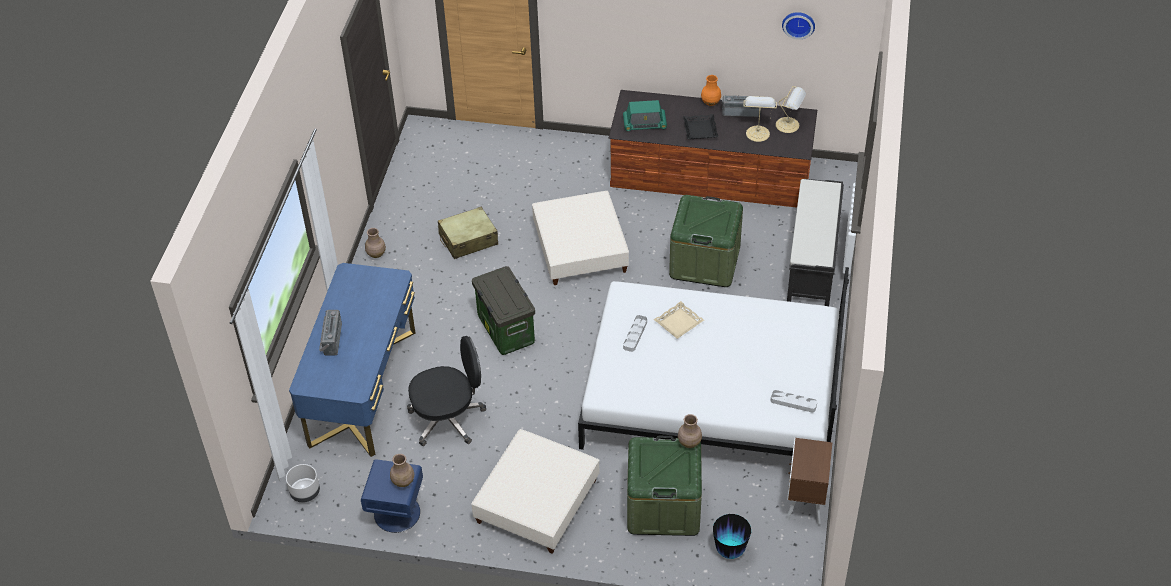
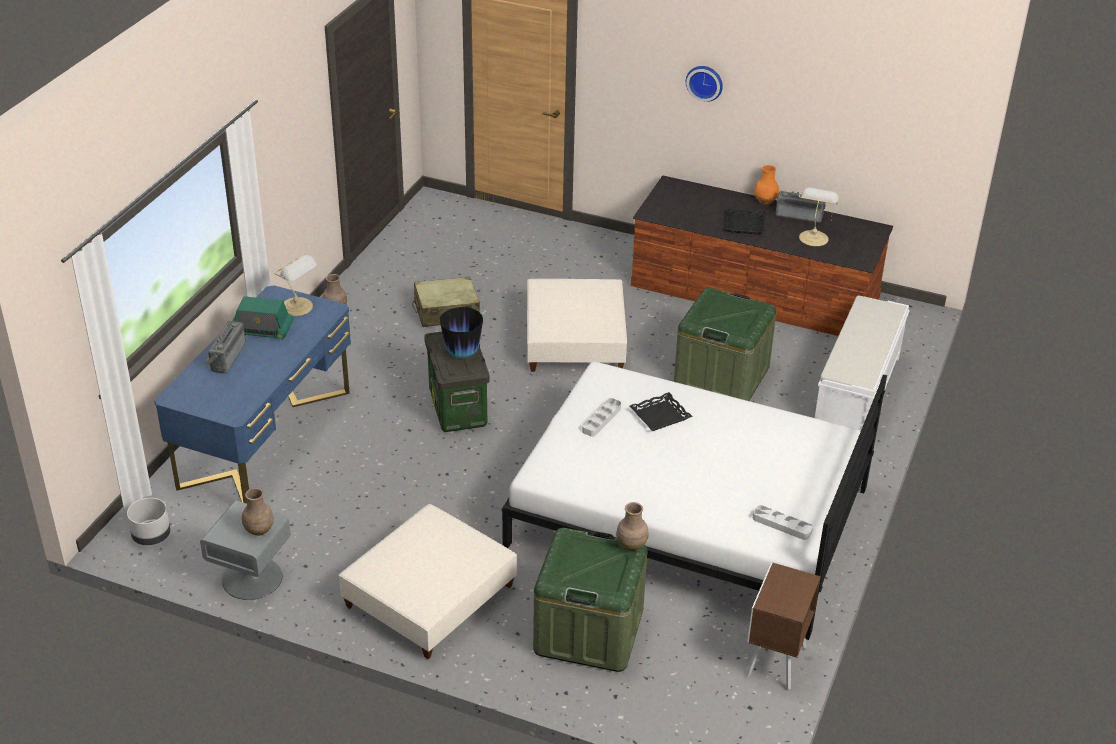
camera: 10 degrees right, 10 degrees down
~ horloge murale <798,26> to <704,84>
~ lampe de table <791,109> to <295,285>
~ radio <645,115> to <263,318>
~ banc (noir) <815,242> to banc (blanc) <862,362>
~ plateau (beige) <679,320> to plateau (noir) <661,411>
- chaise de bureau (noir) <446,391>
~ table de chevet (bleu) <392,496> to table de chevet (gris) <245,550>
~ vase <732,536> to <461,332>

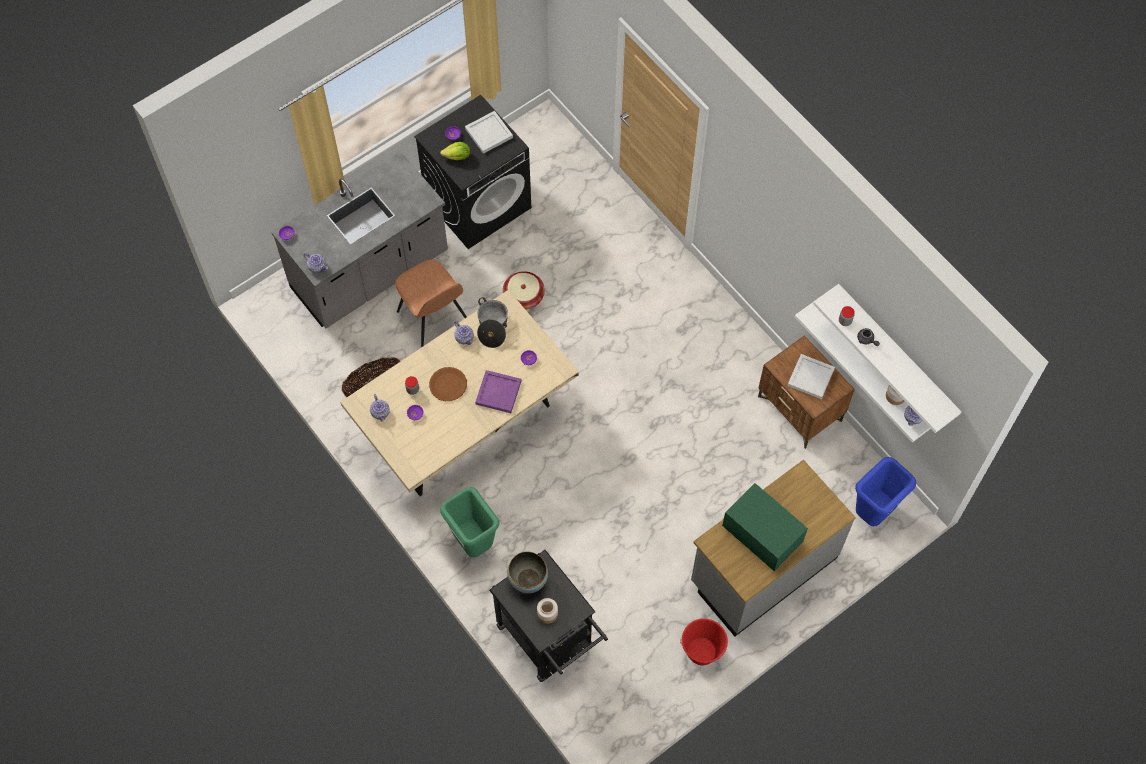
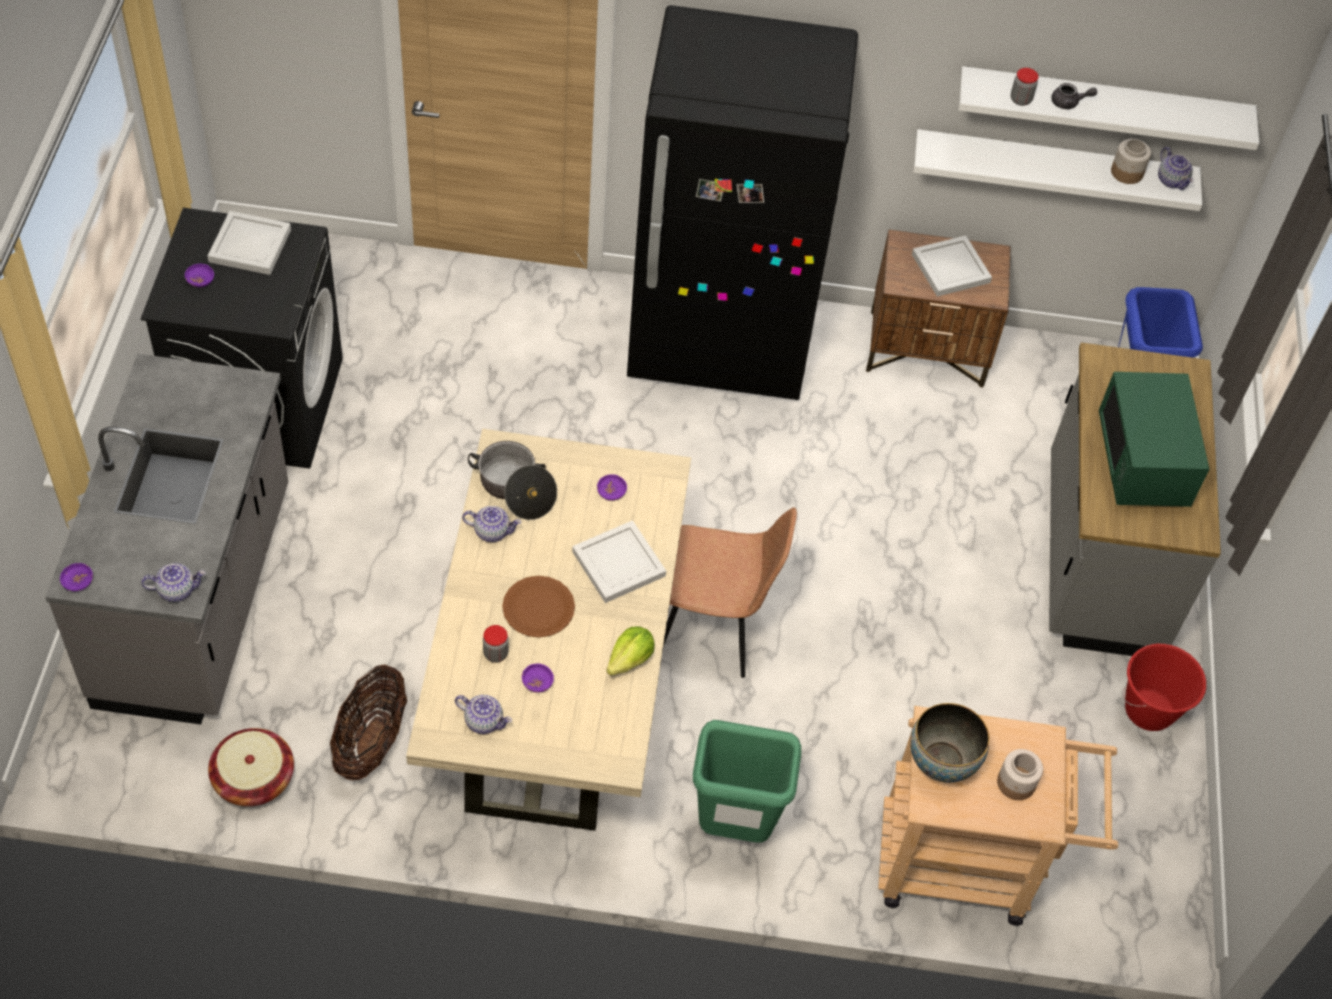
camera: 50 degrees left, 10 degrees down
~ laitue <455,151> to <630,650>
~ chaise (marron) <431,303> to <730,592>
~ panier <524,290> to <251,767>
~ plateau (violet) <498,391> to plateau (blanc) <619,561>
~ micro-ondes (vert) <765,527> = <1154,439> 90 degrees counterclockwise
~ chariot (noir) <548,616> to chariot (beige) <998,816>
+ réfrigérateur (noir) <742,202>

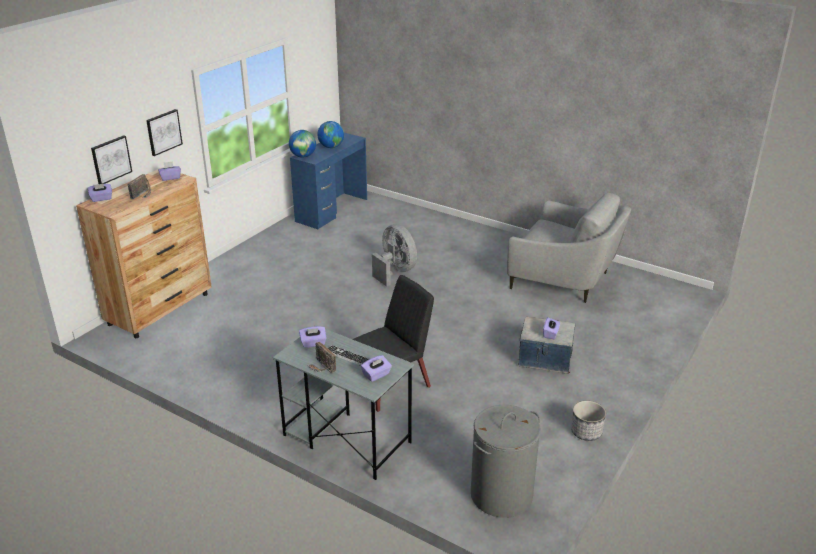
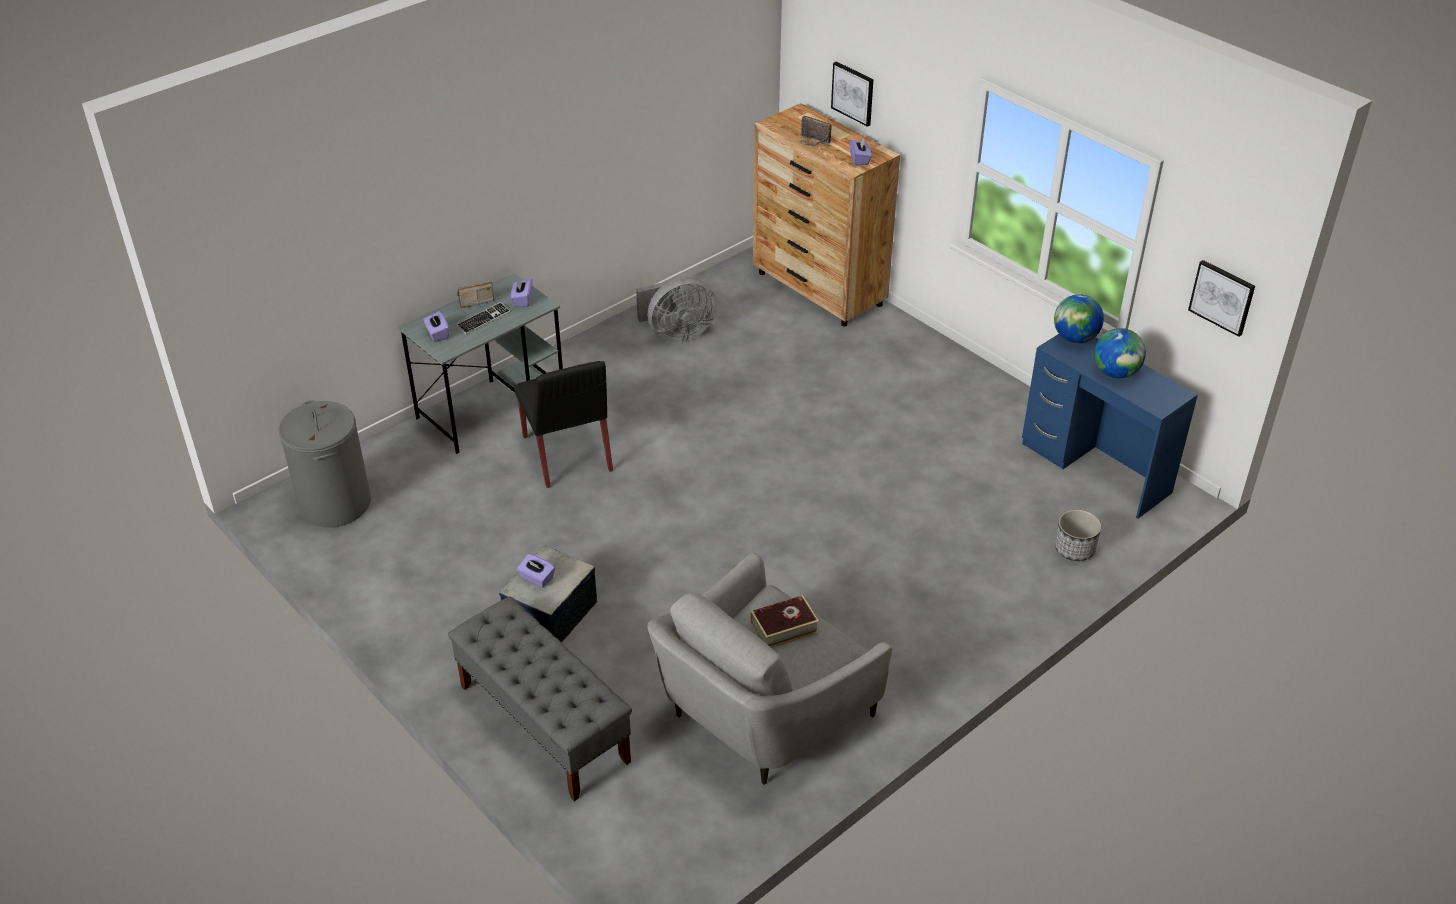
camera: 105 degrees right, 10 degrees up
~ tableau <164,132> to <1221,298>
- boîte à mouchoirs (violet) <100,193>
~ ventilateur (gris) <394,255> to <676,309>
~ cache-pot <588,421> to <1078,535>
+ livre <784,621>
+ banc (gris) <540,698>

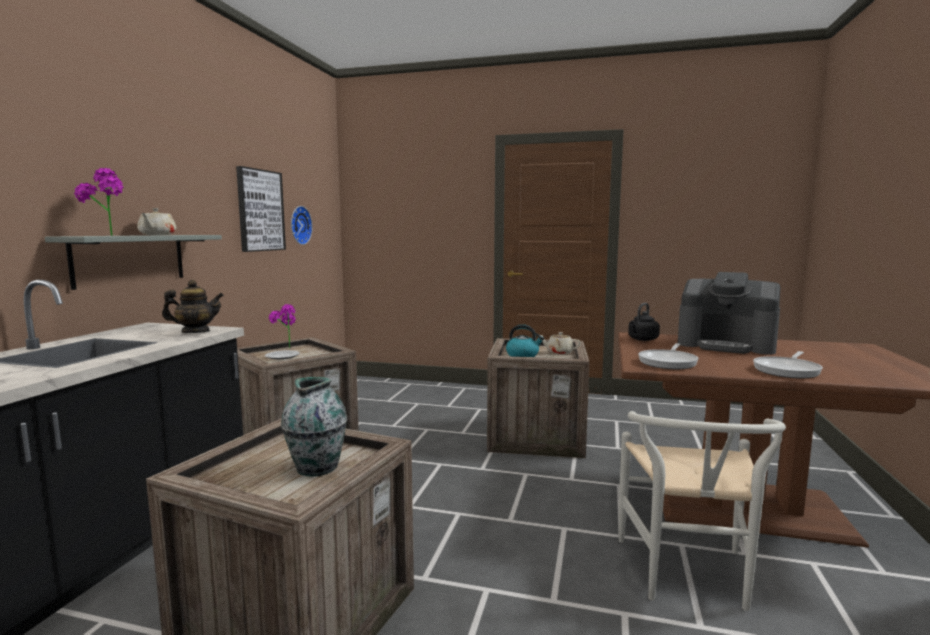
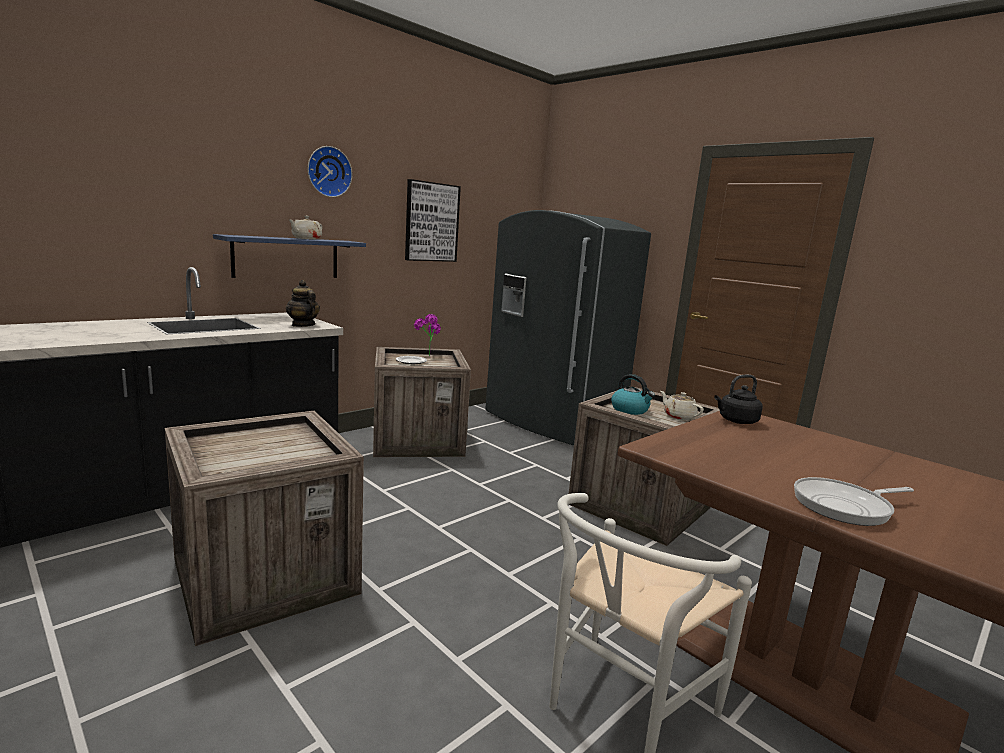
camera: 30 degrees right, 5 degrees up
- plante en pot <99,202>
~ horloge murale <302,225> to <329,171>
~ étagère (gris) <133,262> to étagère (bleu) <289,256>
- machine à café <729,313>
~ théière <193,306> = <303,303> 150 degrees counterclockwise
- poêle <668,356>
- vase <314,427>
+ réfrigérateur (gris) <568,327>

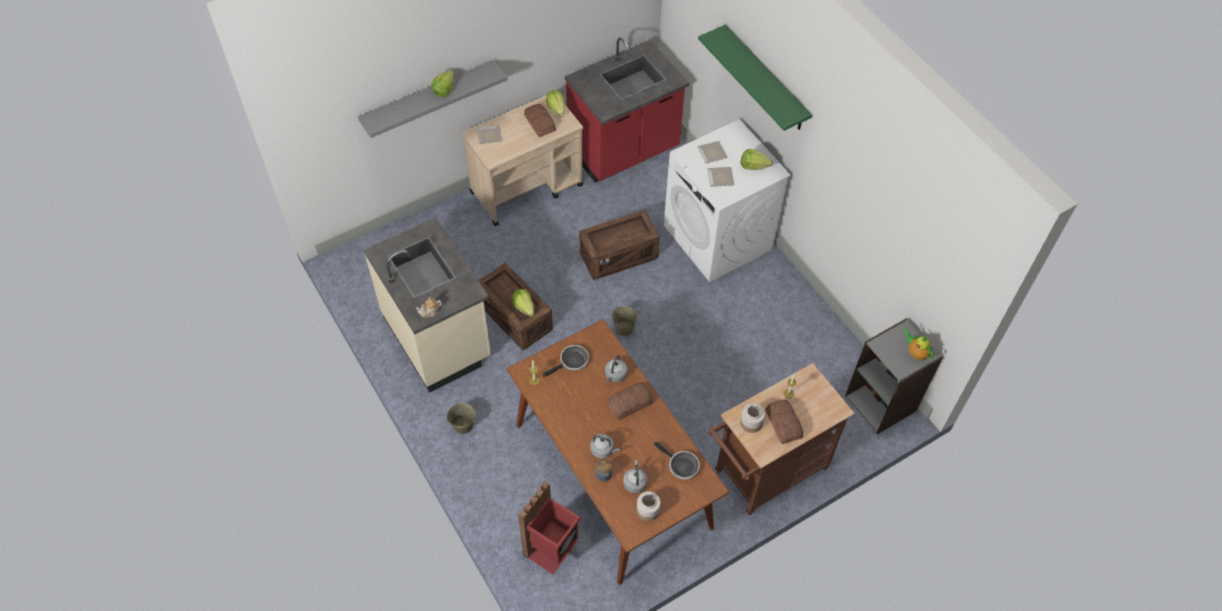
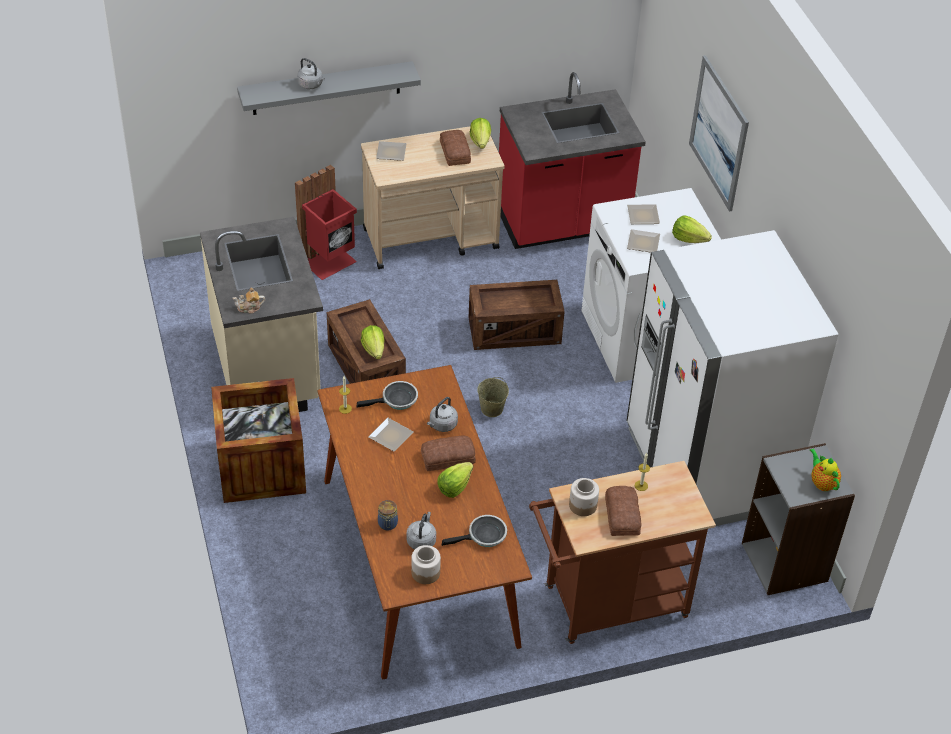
camera: 15 degrees right, 10 degrees down
~ étagère (vert) <755,78> to tableau <719,133>
~ laitue <442,83> to <455,480>
~ seau (beige) <461,418> to caisse <258,440>
~ bouilloire (gris) <605,446> to <311,73>
~ poêle <677,461> = <474,531> 75 degrees counterclockwise
~ poubelle (rouge) <549,527> to <326,222>
+ réfrigérateur (blanc) <732,378>
+ assiette <391,435>

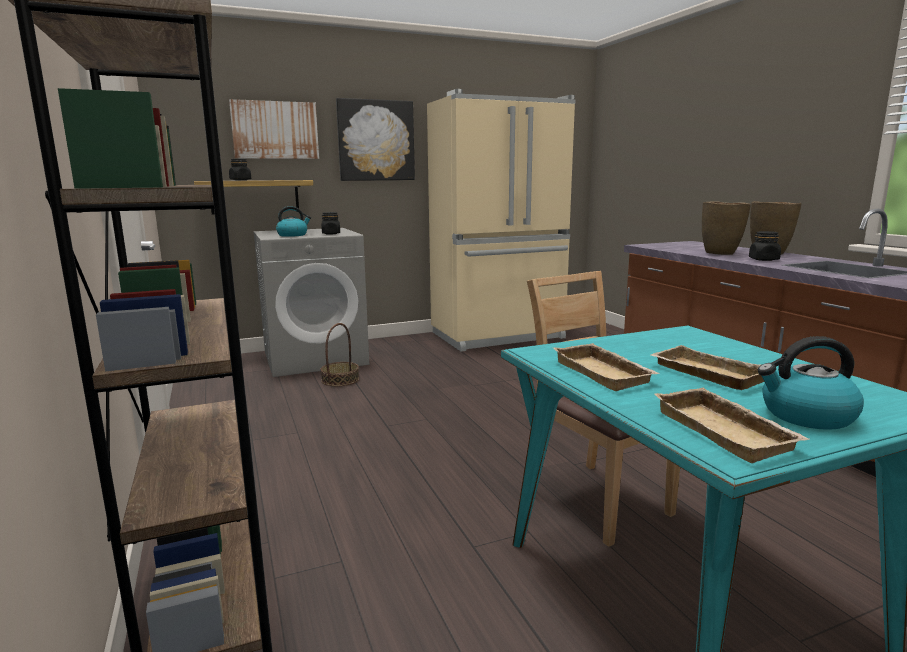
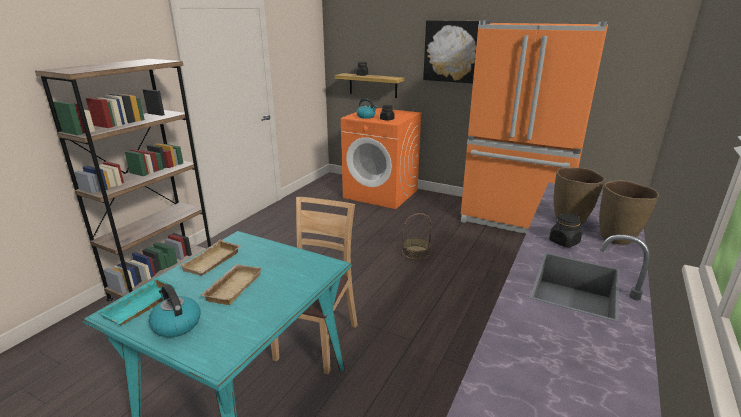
camera: 50 degrees right, 10 degrees up
~ réfrigérateur (beige) <501,220> to réfrigérateur (orange) <534,127>
- tableau <274,129>
~ lave-linge (gris) <311,302> to lave-linge (orange) <381,158>
~ panier <340,354> to <417,236>
~ plateau (beige) <732,425> to plateau (turquoise) <138,302>

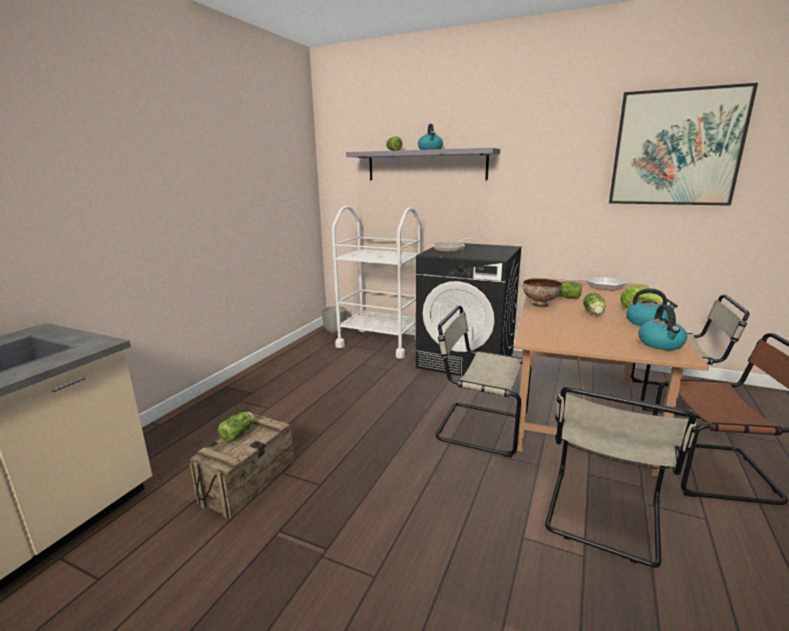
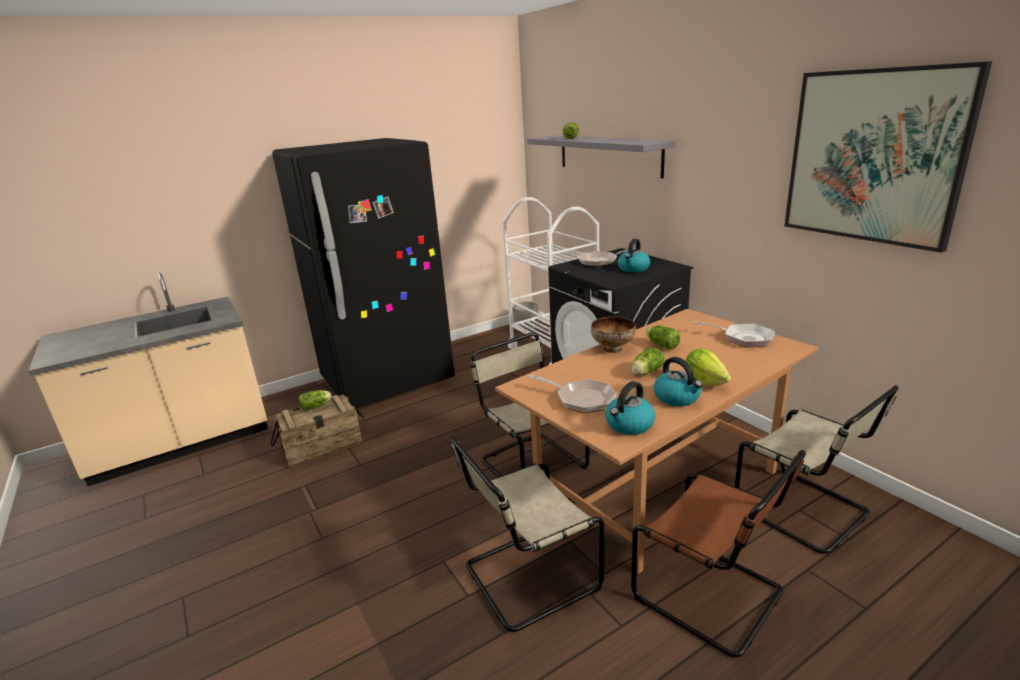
camera: 35 degrees right, 5 degrees up
~ bouilloire <430,137> to <634,256>
+ réfrigérateur (noir) <363,273>
+ poêle <572,394>

